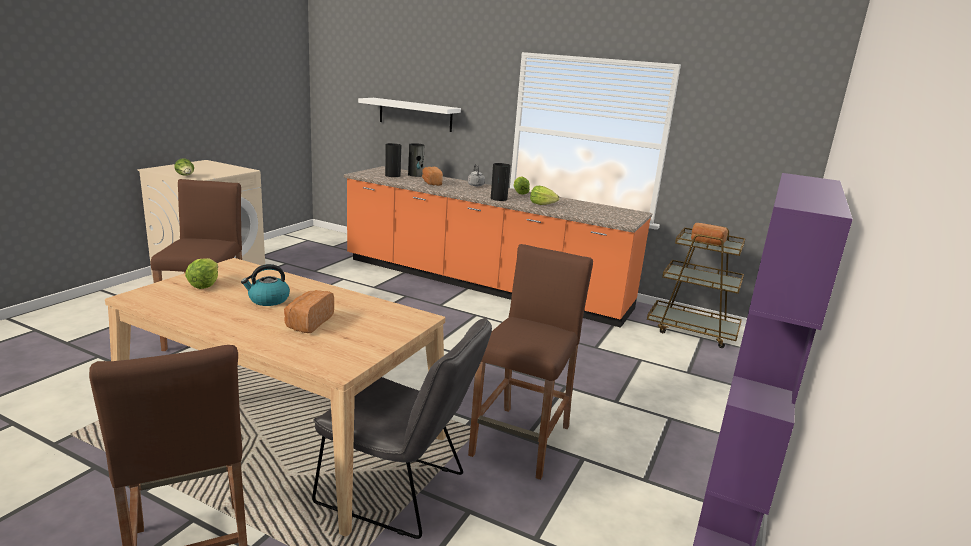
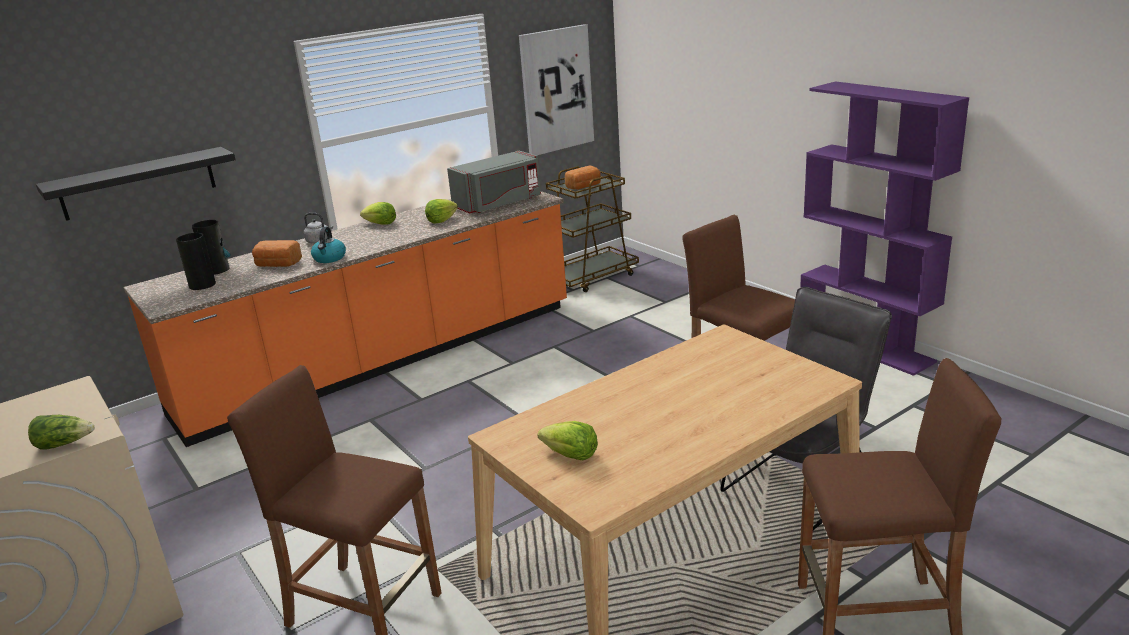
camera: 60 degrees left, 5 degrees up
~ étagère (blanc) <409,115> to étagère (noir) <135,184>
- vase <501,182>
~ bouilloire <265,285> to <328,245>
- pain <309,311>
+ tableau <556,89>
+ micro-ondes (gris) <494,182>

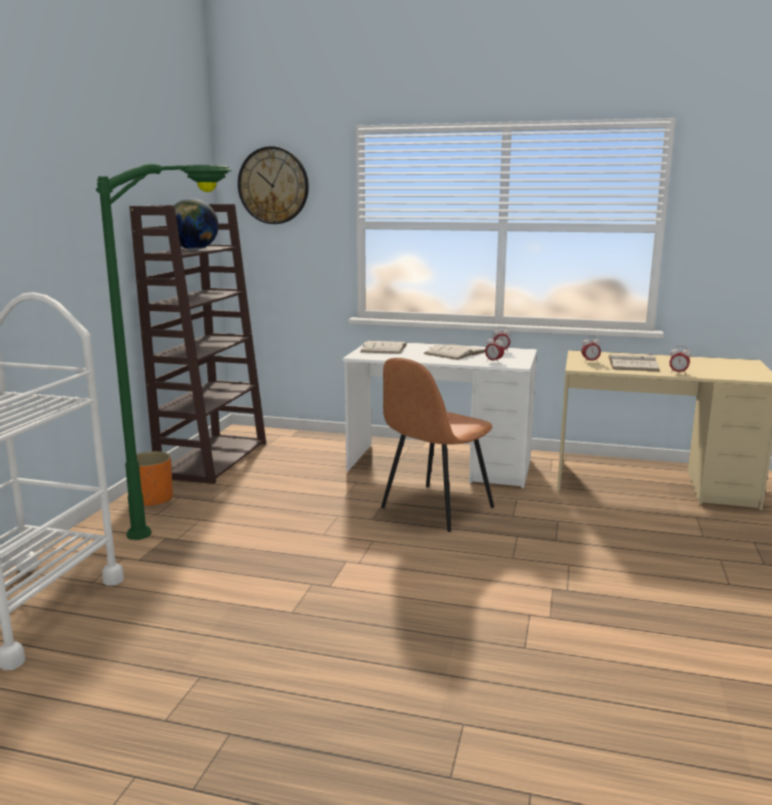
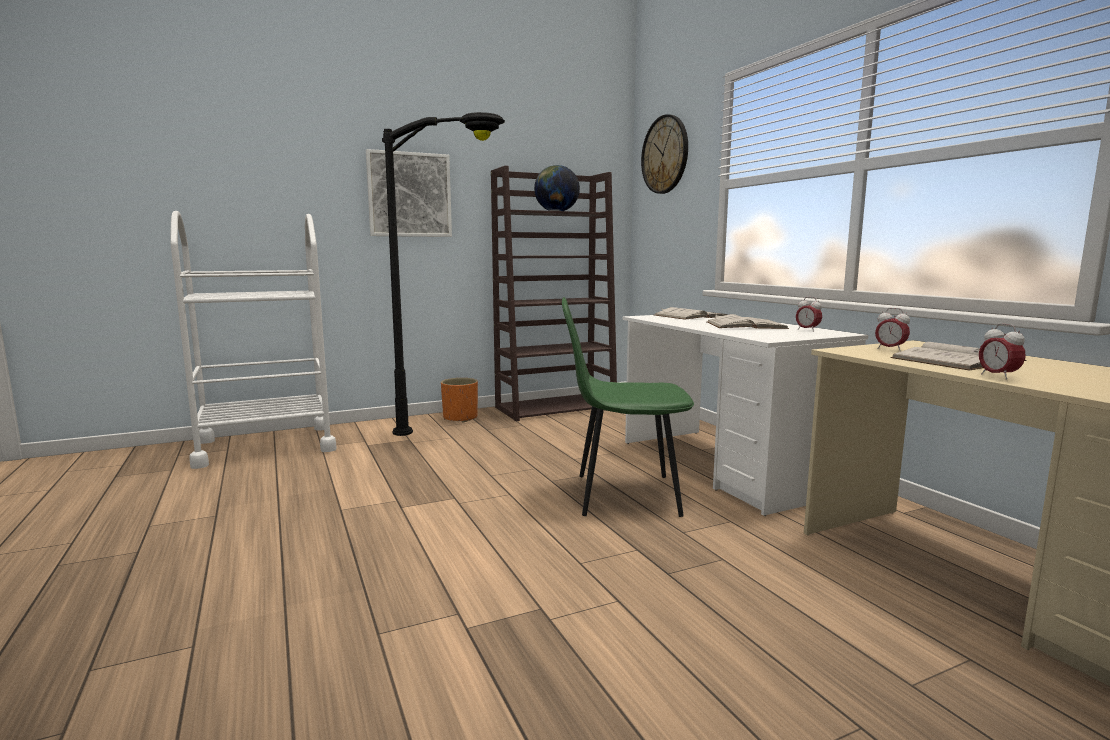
camera: 50 degrees right, 5 degrees down
~ lampadaire (vert) <163,352> to lampadaire (noir) <443,274>
- réveil <494,348>
~ chaise (marron) <437,445> to chaise (vert) <628,407>
+ tableau <409,193>

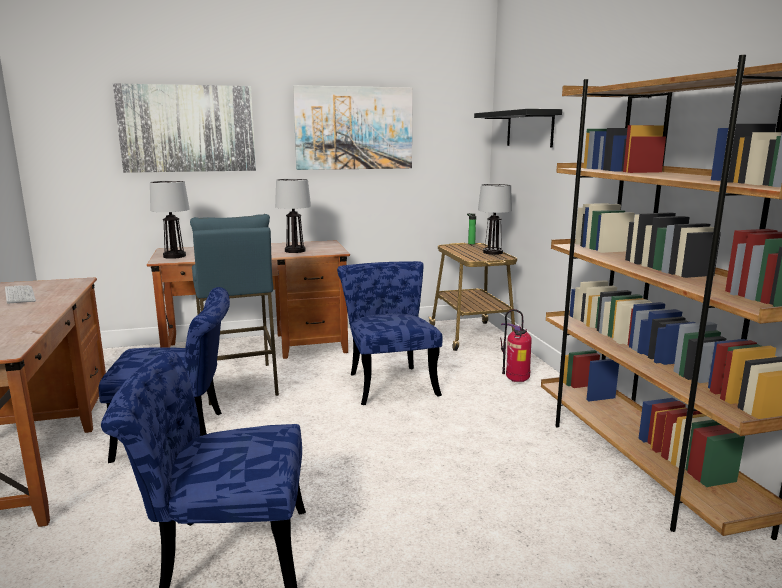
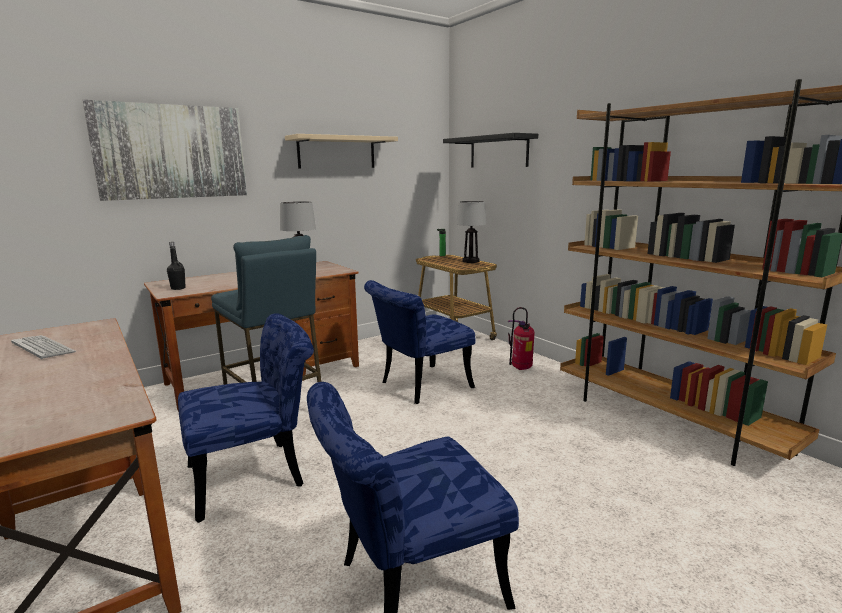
camera: 20 degrees left, 0 degrees up
~ tableau <353,127> to étagère (beige) <341,151>
~ lampe de table <170,220> to bouteille (noir) <176,266>
~ chaise (bleu) <390,333> = <419,342> 90 degrees counterclockwise

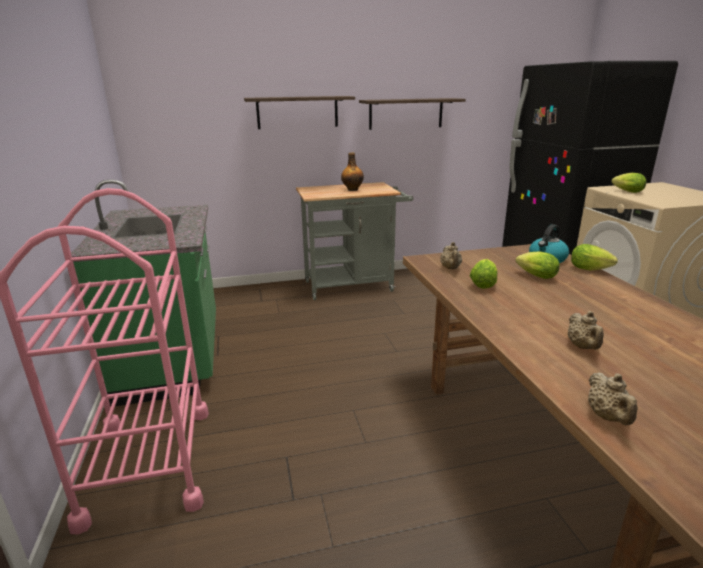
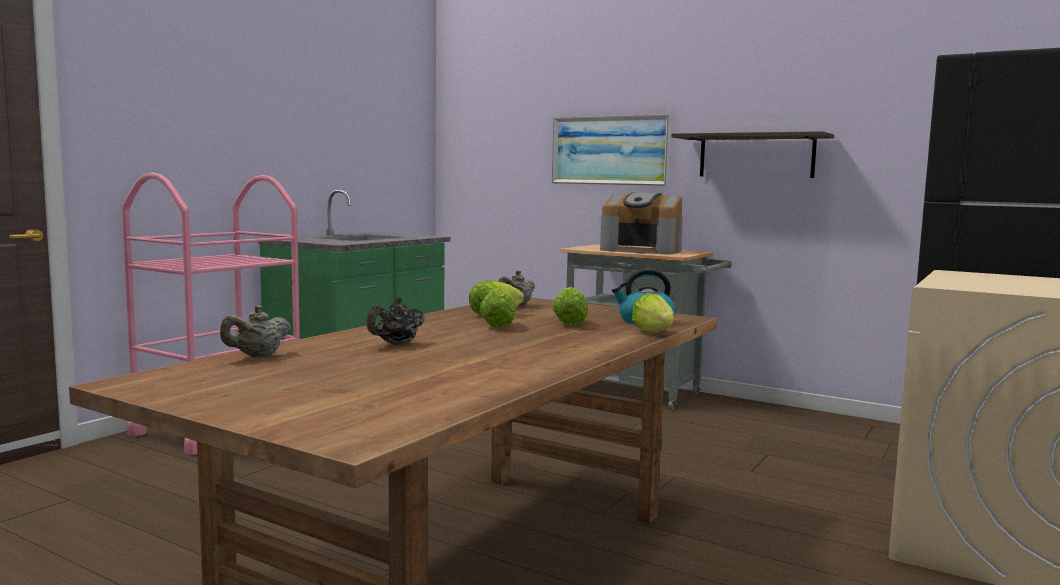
camera: 45 degrees right, 15 degrees down
~ étagère <299,112> to tableau <611,150>
~ bouteille <352,171> to machine à café <641,223>
~ laitue <628,183> to <497,308>
~ théière (beige) <586,330> to théière (noir) <395,321>

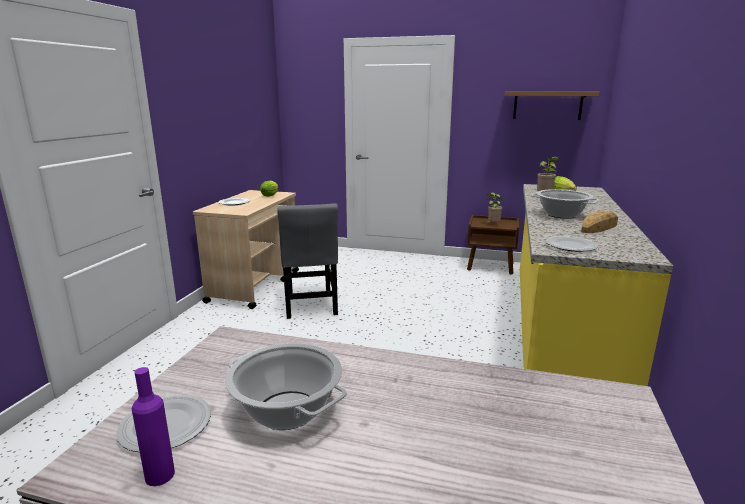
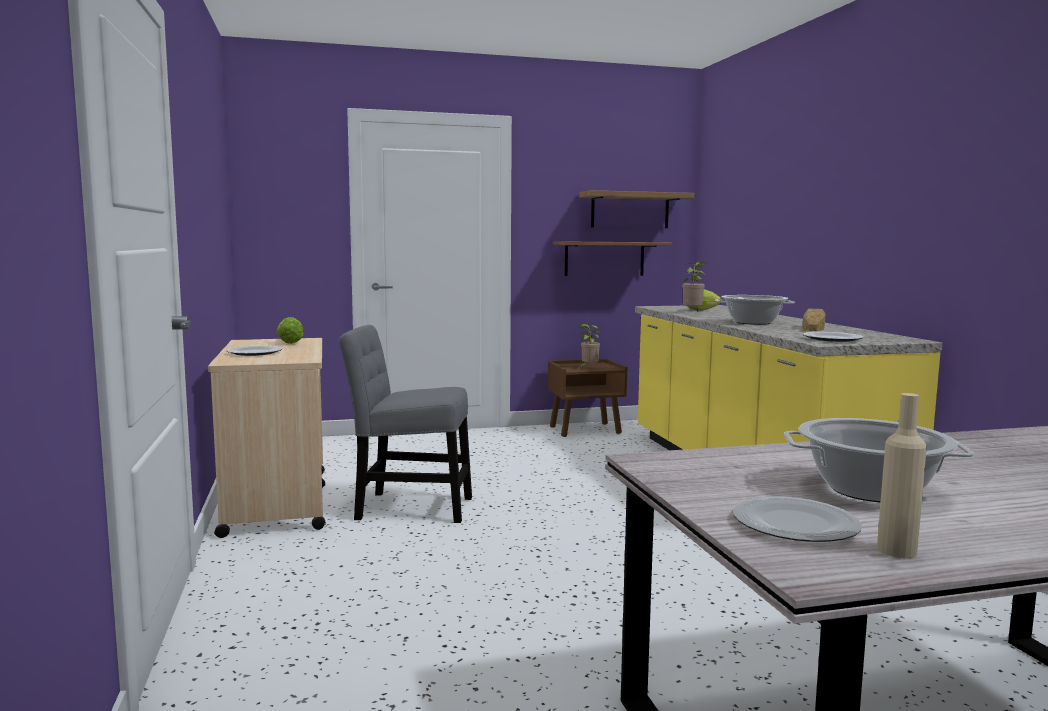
camera: 30 degrees left, 10 degrees down
~ chaise (gris) <307,261> = <405,424> 135 degrees clockwise
~ bouteille (violet) <153,426> to bouteille (beige) <902,476>
+ étagère <612,258>

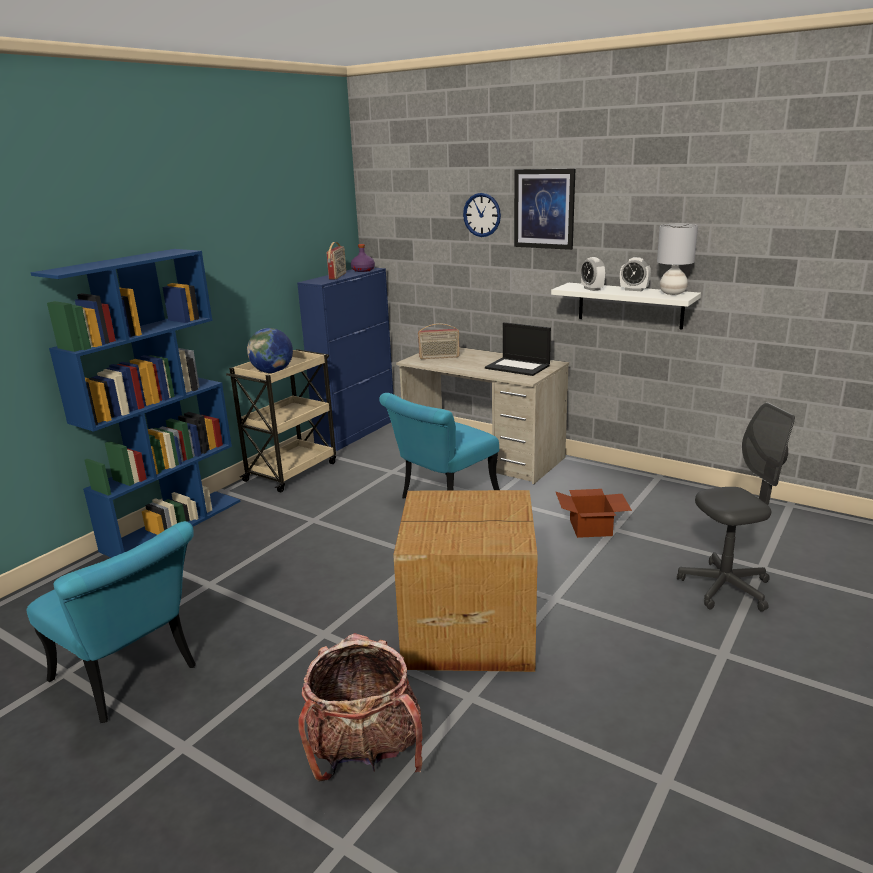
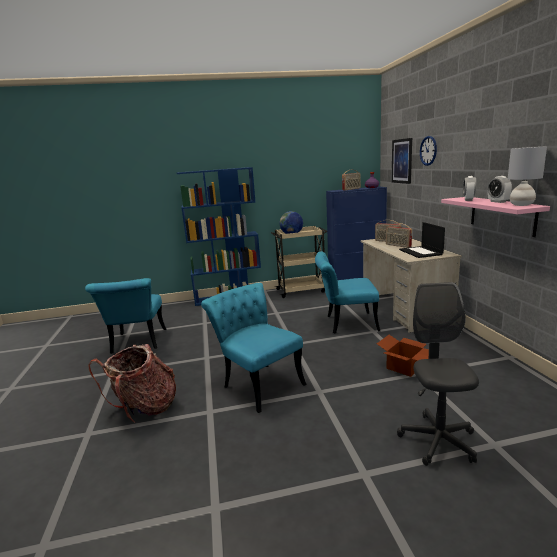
camera: 45 degrees right, 5 degrees down
~ tableau <544,209> to <401,161>
~ étagère (blanc) <626,306> to étagère (rose) <495,217>
~ chaise de bureau (gris) <736,507> = <438,374> 120 degrees counterclockwise
~ carton <465,581> to chaise (turquoise) <254,348>
+ radio <399,235>

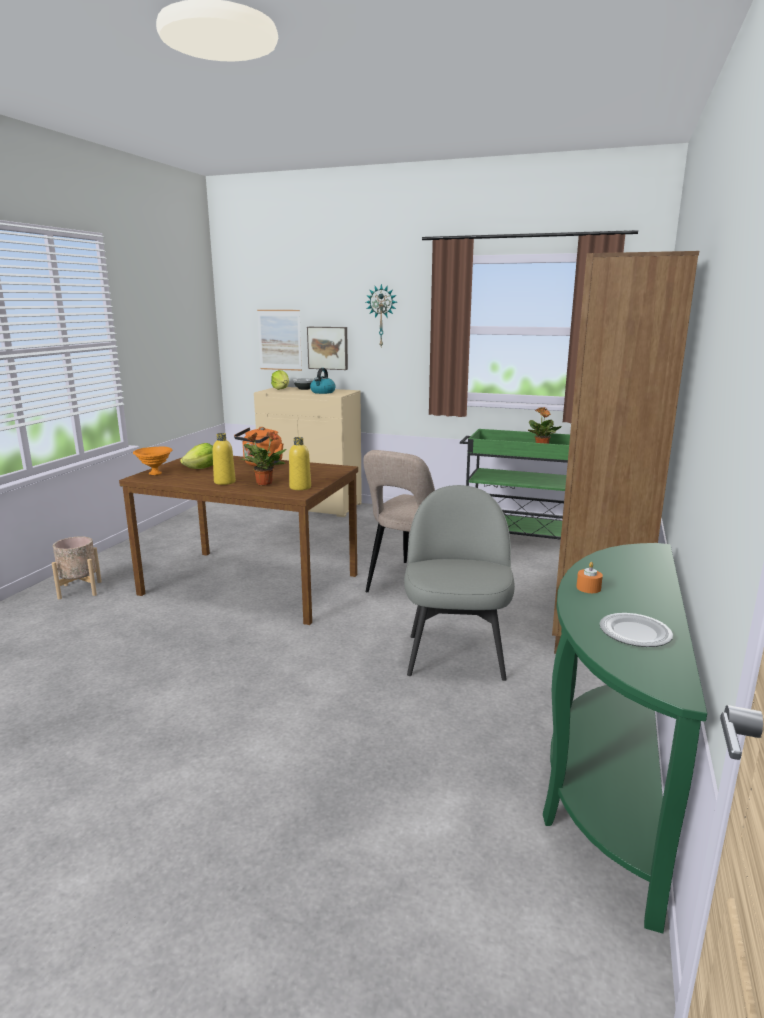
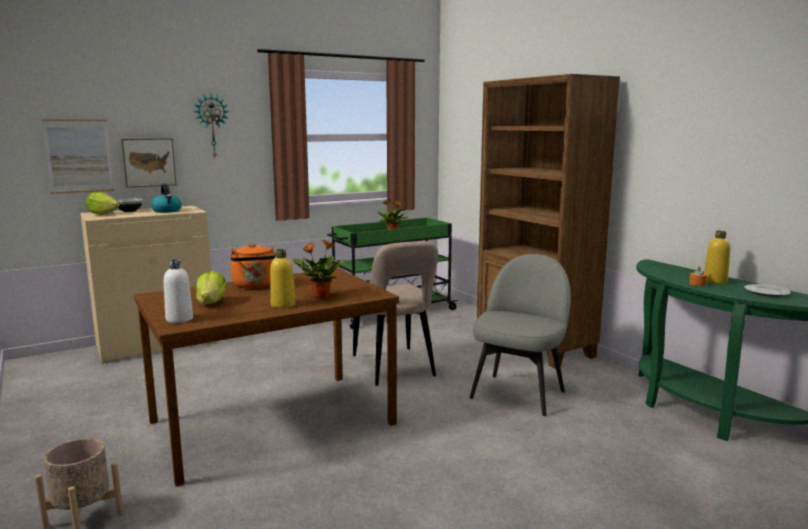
camera: 50 degrees left, 5 degrees down
~ bouteille (jaune) <300,463> to <717,257>
~ bol (orange) <152,461> to bouteille (blanc) <178,291>
~ chaise (gris) <459,583> = <520,335> 75 degrees clockwise

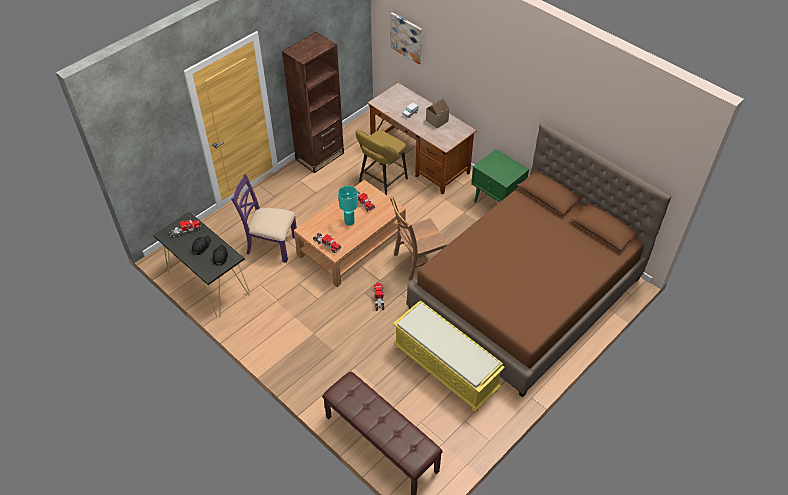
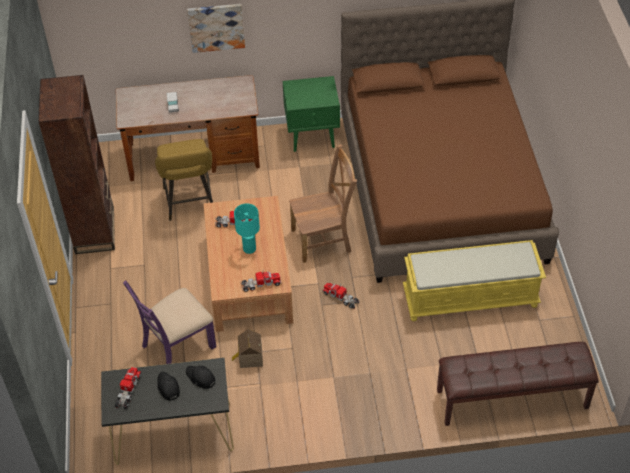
camera: 50 degrees left, 0 degrees up
~ tableau <406,38> to <216,28>
~ maison miniature <437,113> to <247,348>
~ chaise (marron) <419,238> = <323,203> 120 degrees counterclockwise

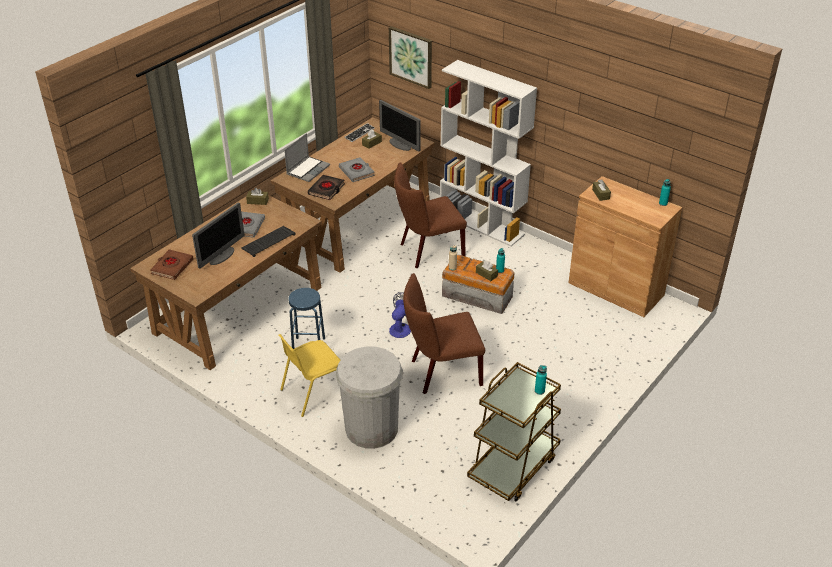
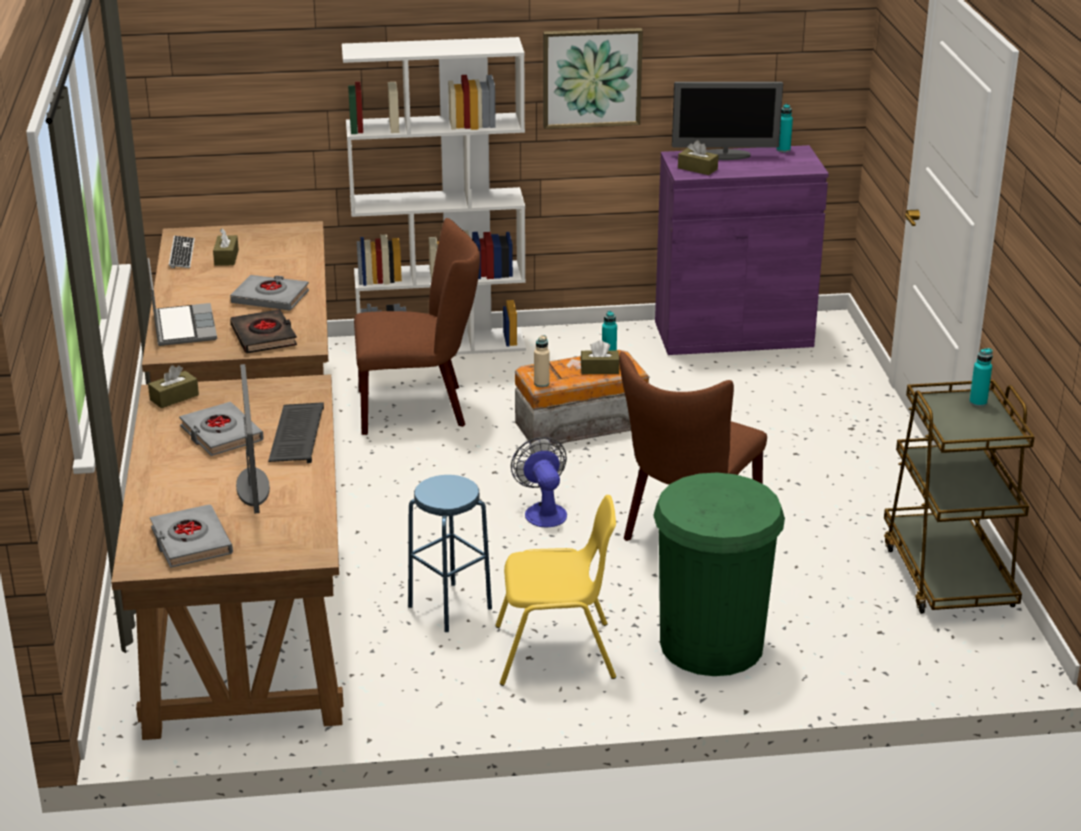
camera: 45 degrees left, 10 degrees down
~ tableau <410,57> to <593,78>
~ écran d'ordinateur <400,126> to <727,121>
~ chaise (marron) <430,215> = <417,326> 120 degrees counterclockwise
~ meuble de rangement (marron) <625,246> to meuble de rangement (violet) <742,250>
~ livre (marron) <172,264> to livre (gris) <191,536>
~ chaise (jaune) <309,375> = <555,590> 105 degrees counterclockwise
~ poubelle (blanc) <369,397> to poubelle (vert) <719,574>

